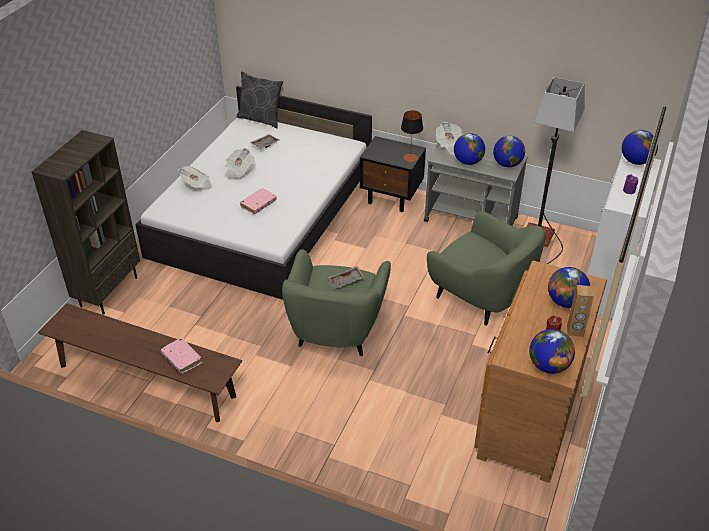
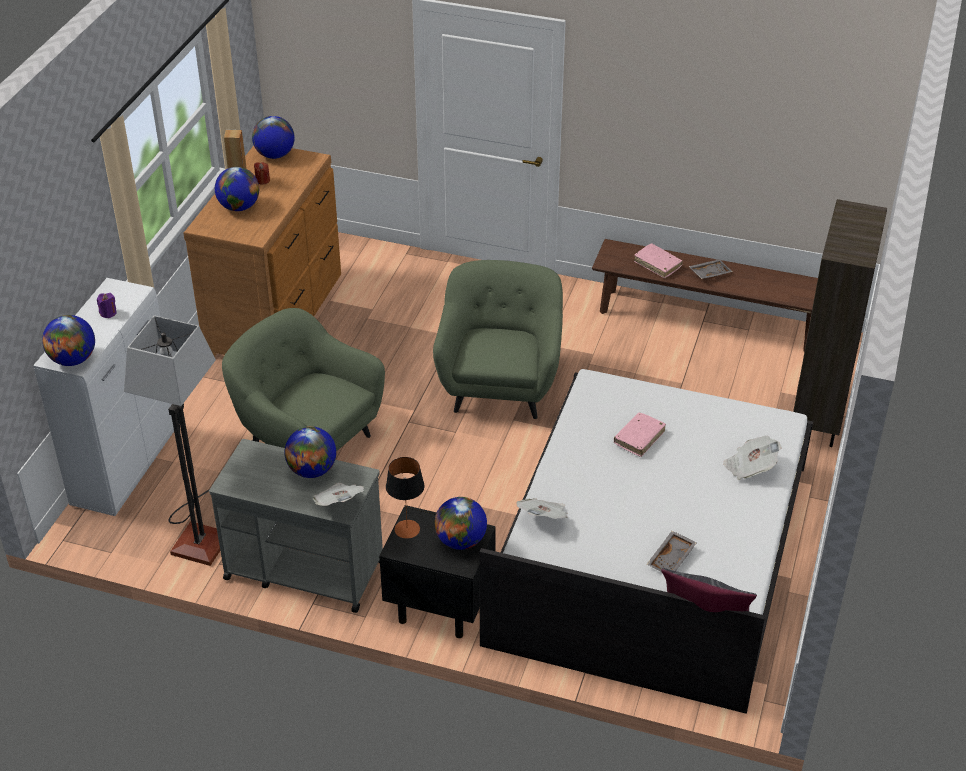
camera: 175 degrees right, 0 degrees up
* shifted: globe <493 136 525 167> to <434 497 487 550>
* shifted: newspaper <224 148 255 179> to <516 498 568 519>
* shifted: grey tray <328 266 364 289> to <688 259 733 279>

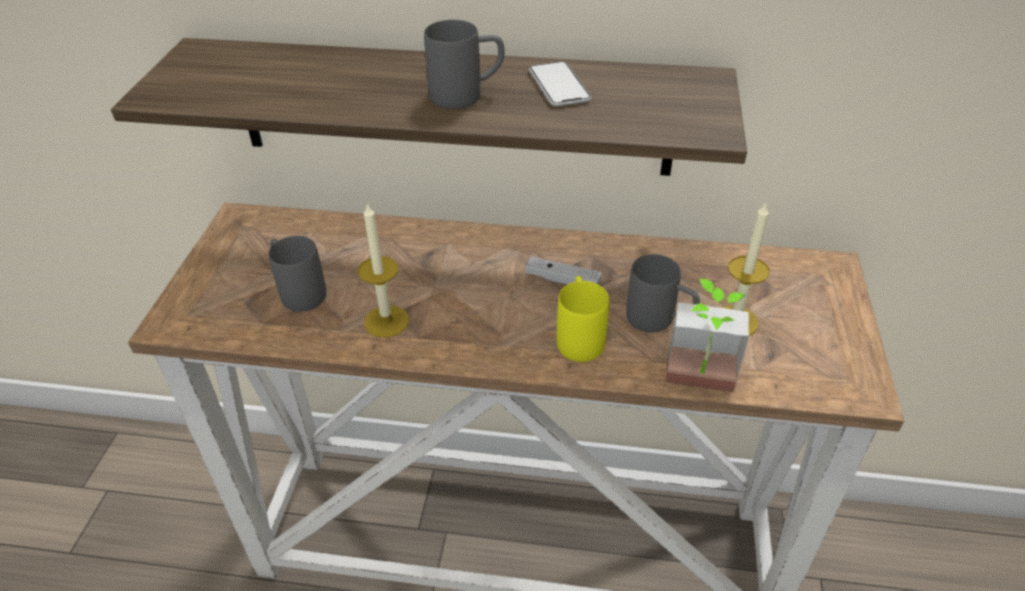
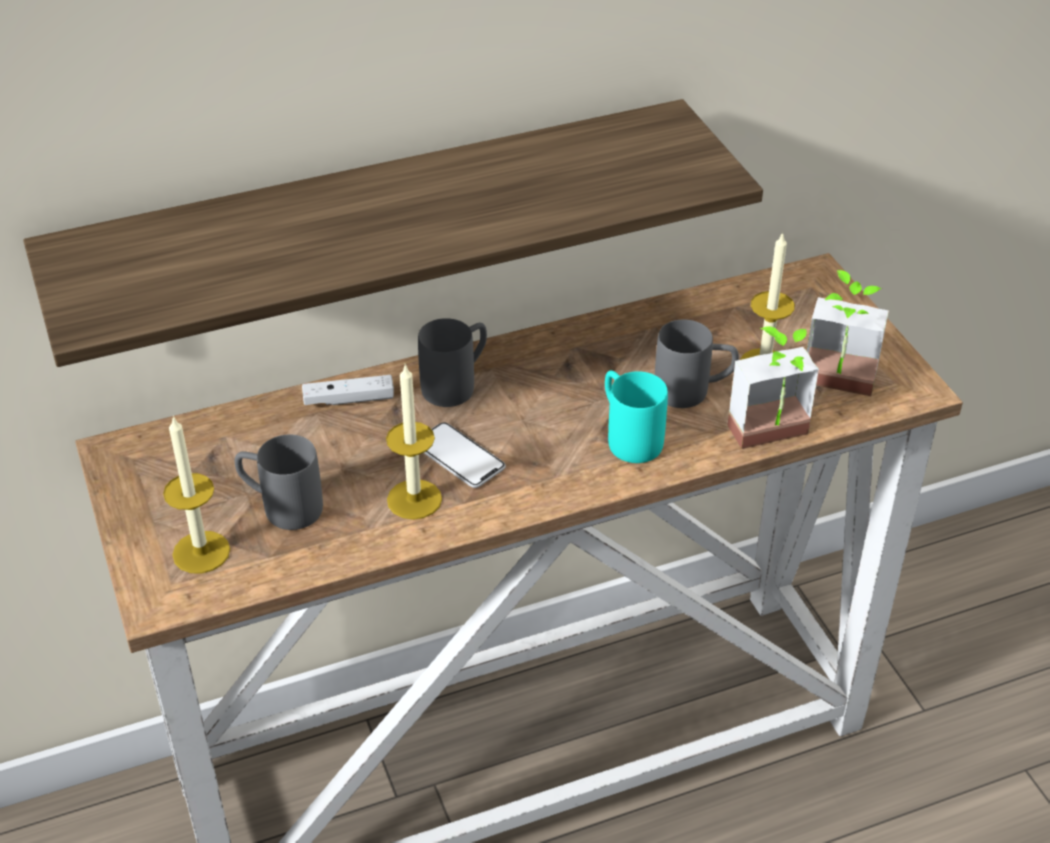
camera: 30 degrees left, 0 degrees up
* shifted: grey mug <424 20 505 109> to <418 318 487 407>
* shifted: phone <529 61 592 106> to <424 422 506 488>
* shifted: white game controller <526 256 602 285> to <302 375 394 405>
* repainted: yellow mug <557 276 609 362> to turquoise mug <605 370 668 463>
* new: potted plant <807 270 889 396>
* new: candle <163 415 230 574>

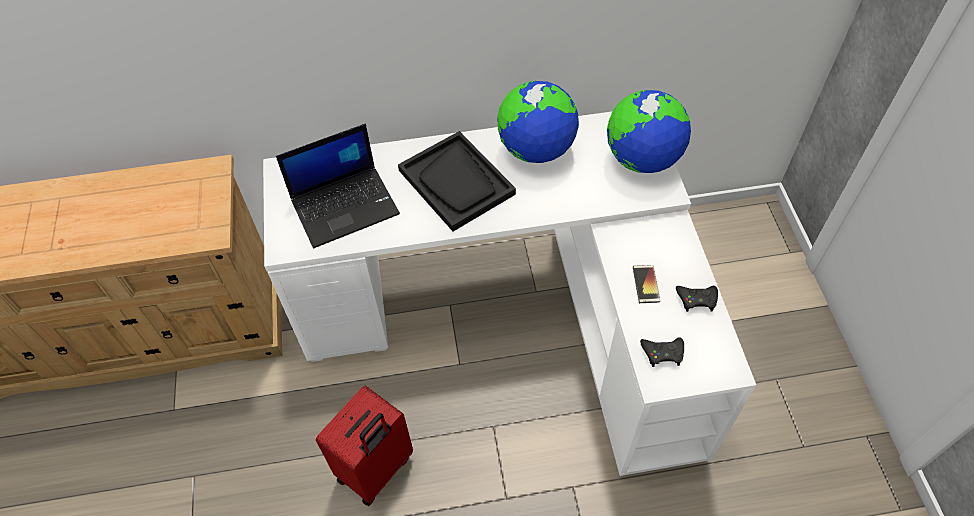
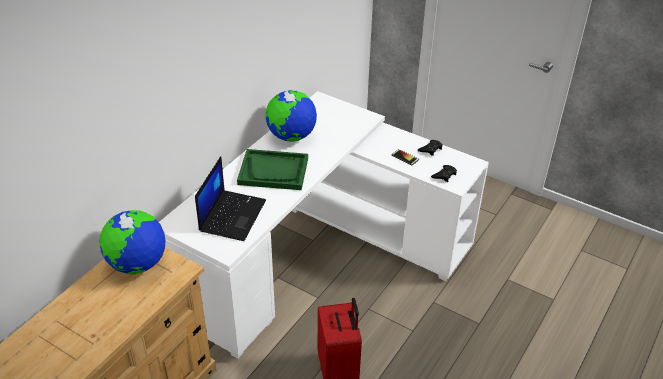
camera: 50 degrees left, 15 degrees down
* shifted: globe <607 90 691 173> to <99 210 166 274>
* repainted: black tray <398 131 516 231> to green tray <237 149 308 190>

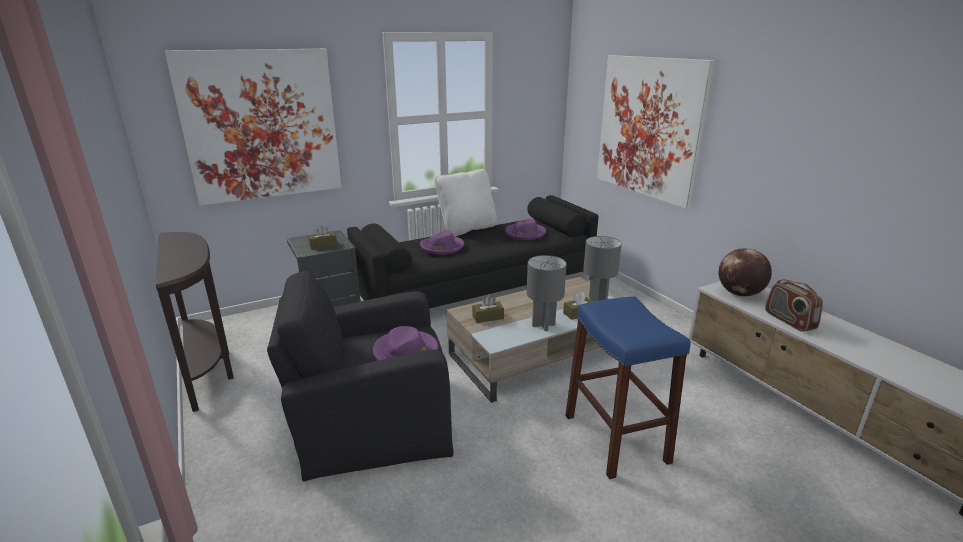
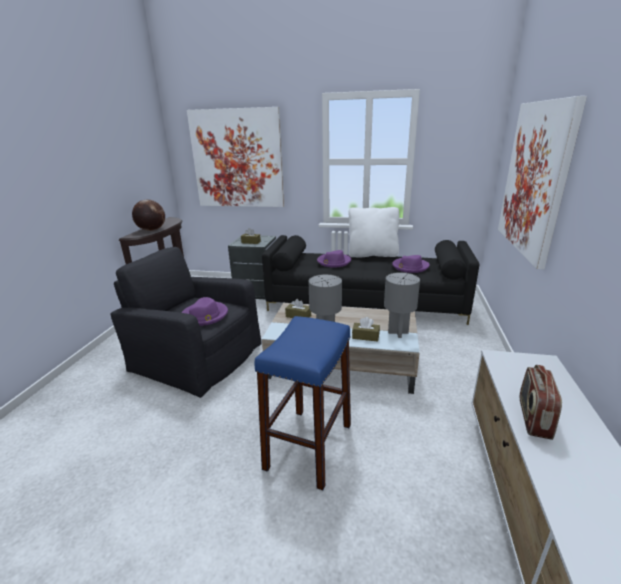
camera: 40 degrees right, 0 degrees up
* shifted: globe <718 248 772 297> to <132 200 165 231>

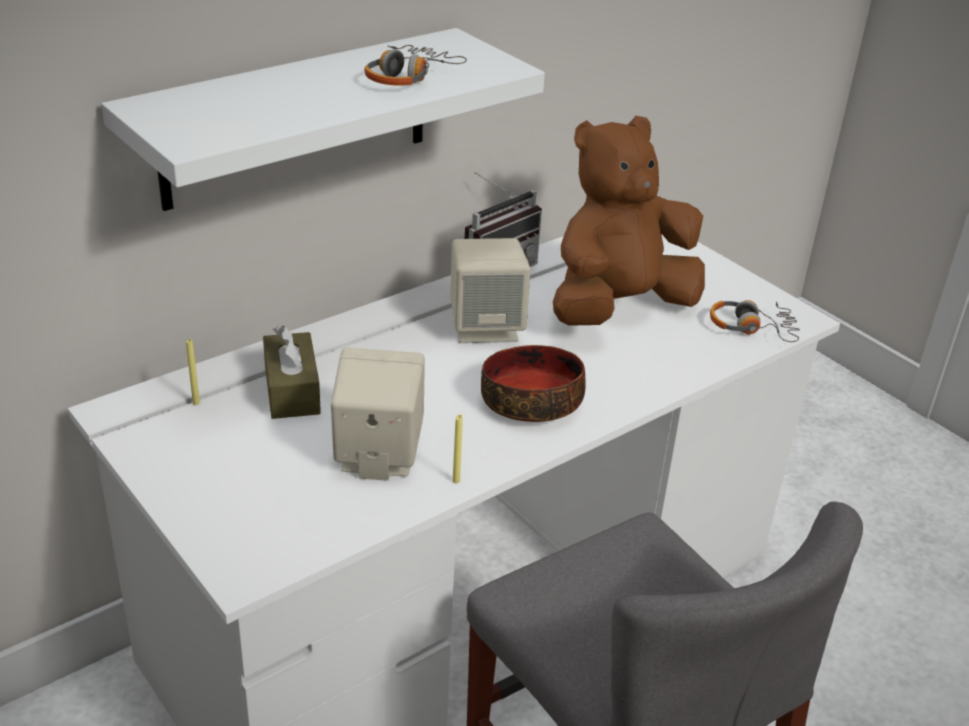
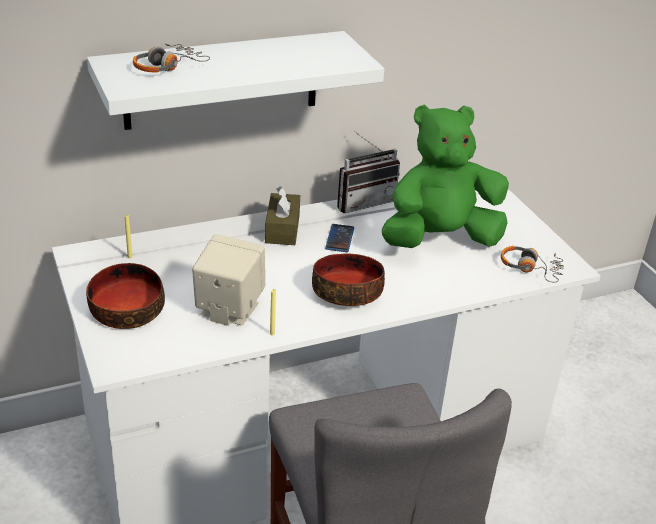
camera: 15 degrees right, 0 degrees up
* shifted: headphones <364 45 467 86> to <133 43 210 72>
* repainted: brown plush toy <553 116 705 326> to green plush toy <382 104 509 248>
* swapped: beige speaker <450 238 530 343> to phone <325 224 354 252>
* shifted: brown tissue box <263 325 321 419> to <265 187 300 245>
* new: bowl <86 263 165 329>

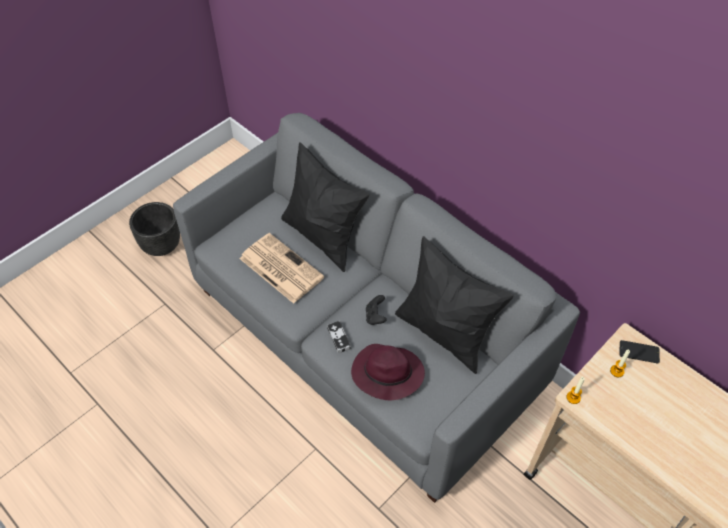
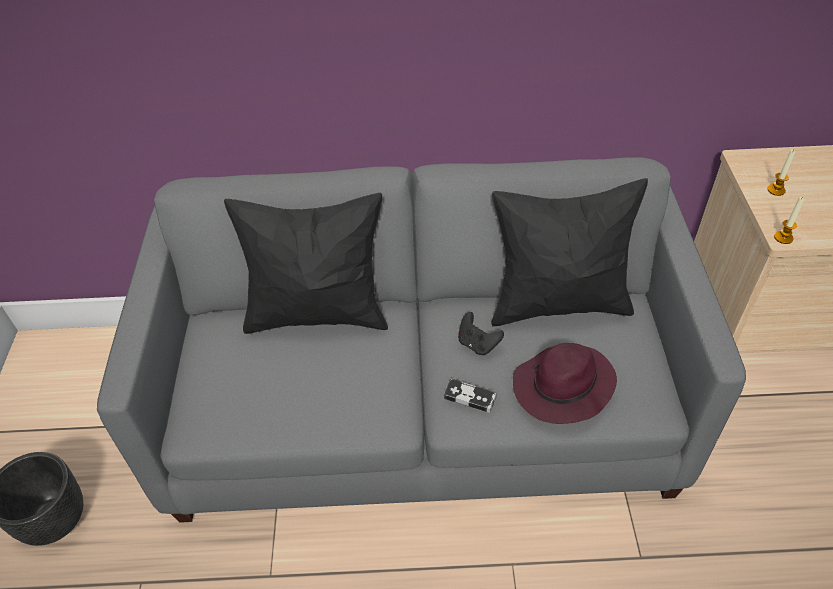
camera: 45 degrees left, 5 degrees down
* gone: newspaper <239 233 324 304>
* gone: phone <619 340 660 363>

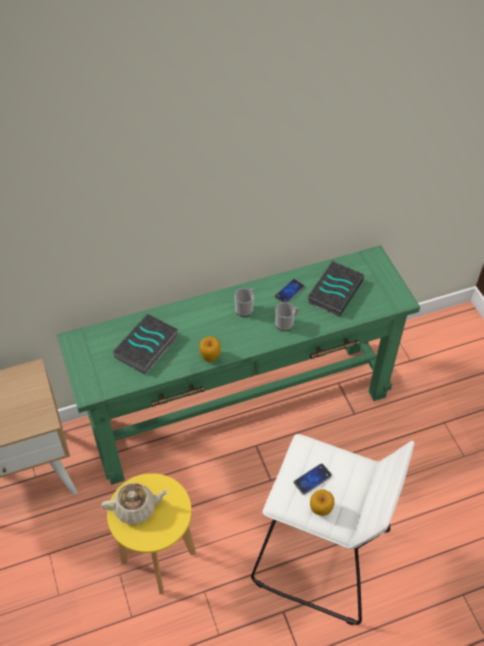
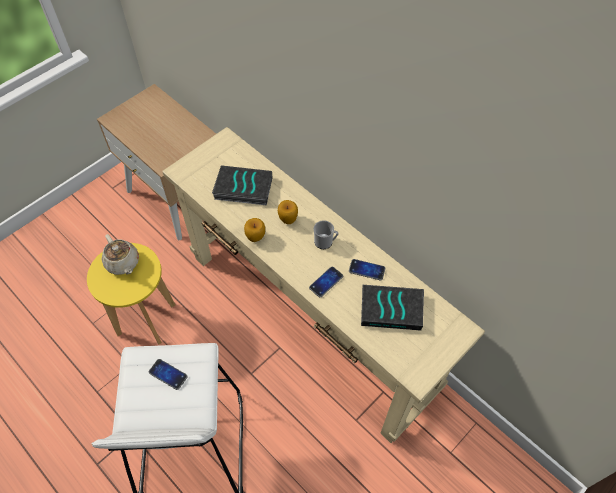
camera: 65 degrees right, 5 degrees up
* repainted: green console table <57 245 420 485> to beige console table <162 127 485 443>
* swapped: mug <275 302 299 331> to phone <309 267 343 297>
* shifted: apple <310 489 335 516> to <278 200 298 224>

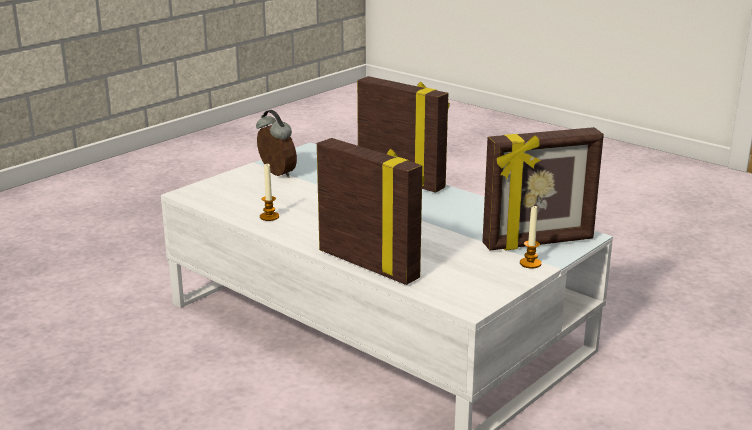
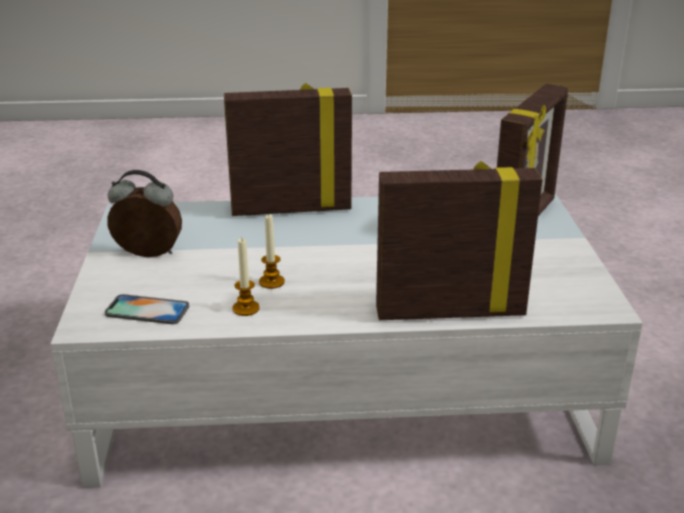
camera: 45 degrees left, 5 degrees up
* shifted: candle <520 205 542 269> to <259 214 285 289>
* new: phone <105 294 189 324>

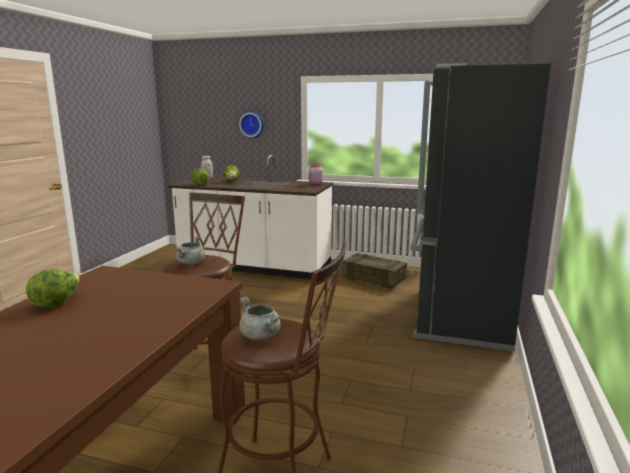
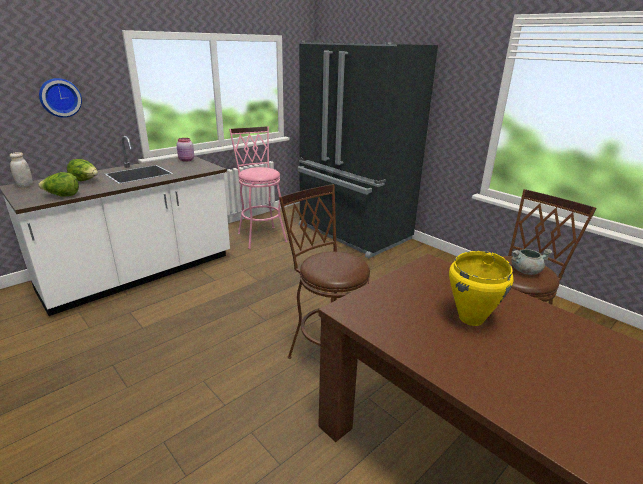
camera: 60 degrees left, 10 degrees up
* gone: grey cooking pot <175 236 205 265>
* swapped: crate <342 253 407 289> to pink stool <229 126 287 249>
* gone: lettuce <26 270 80 308>
* new: yellow cooking pot <449 251 514 326>

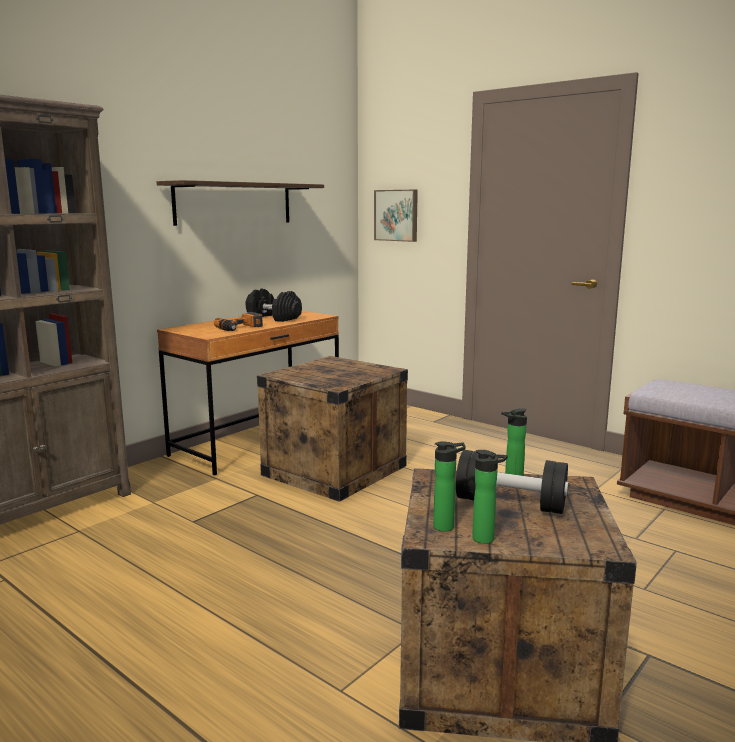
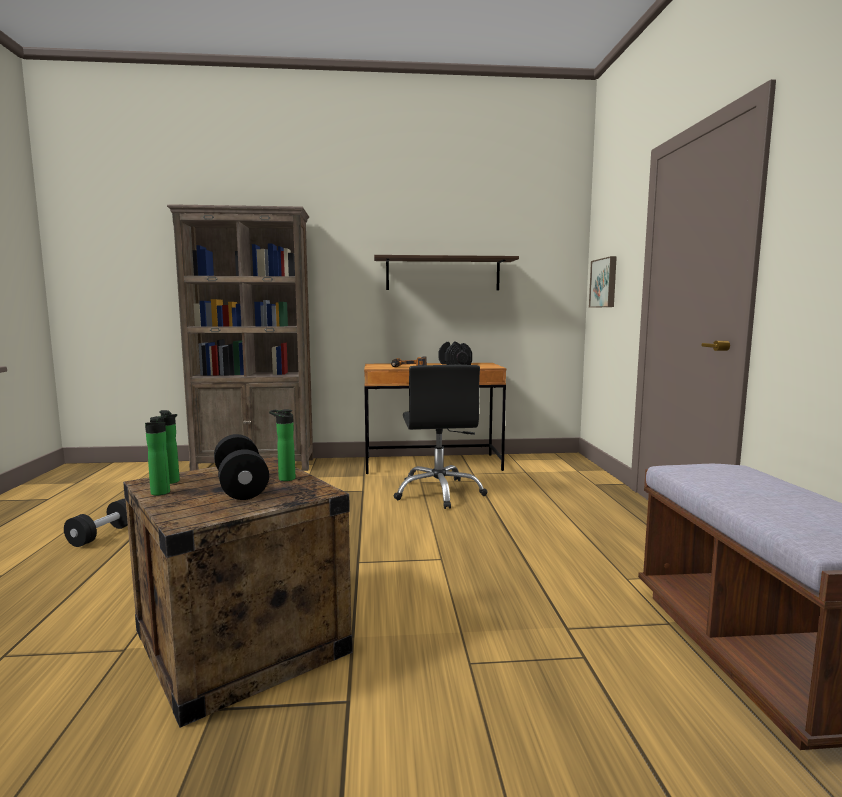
camera: 45 degrees right, 5 degrees down
* swapped: crate <257 356 408 502> to black office chair <394 365 488 509>
* new: black dumbbell <64 499 128 547>

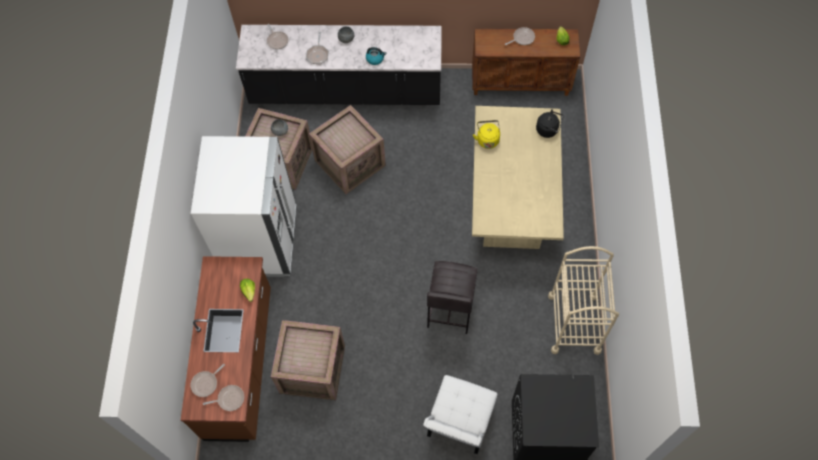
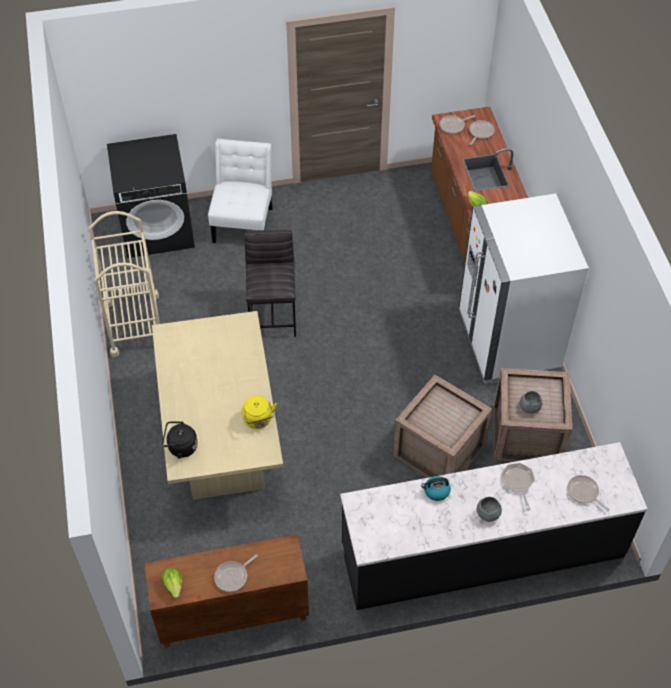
camera: 165 degrees right, 10 degrees down
* gone: crate <271 320 345 400>

